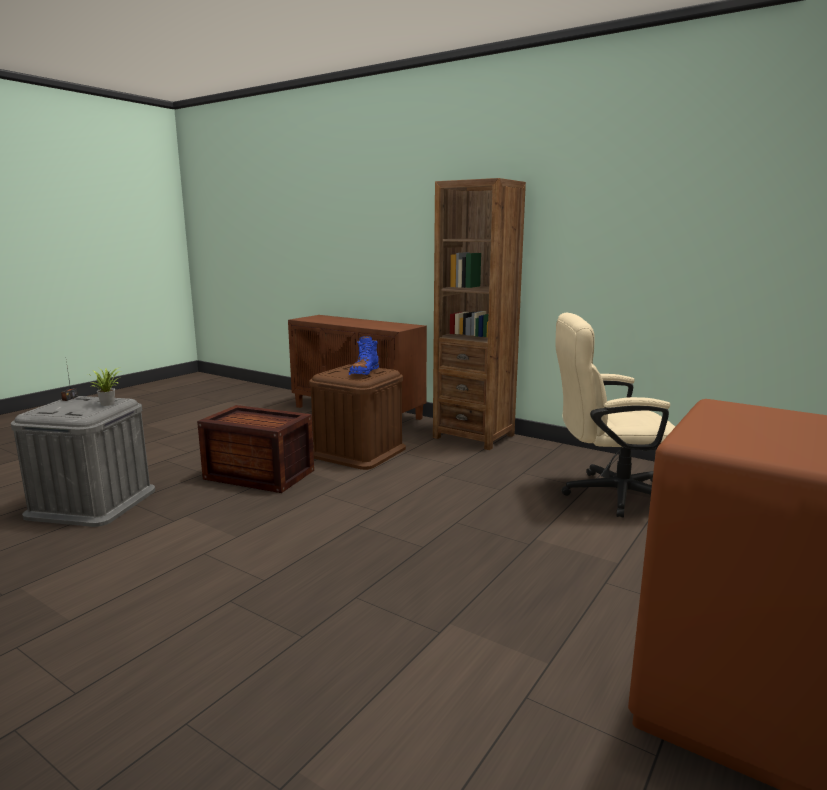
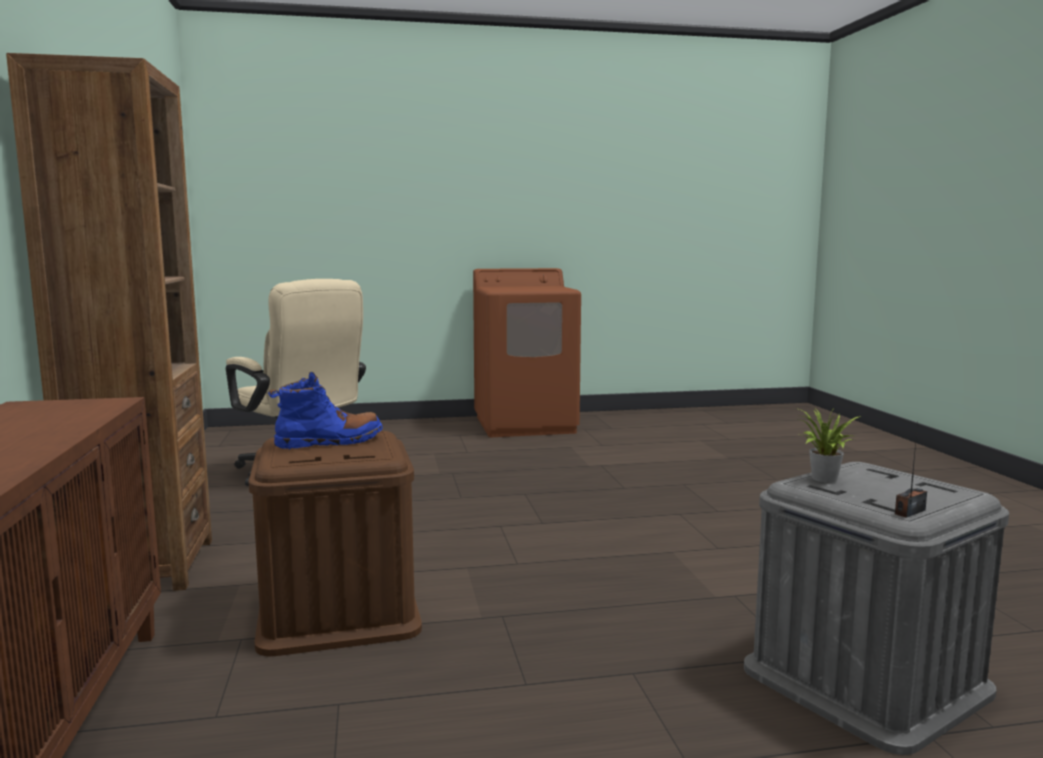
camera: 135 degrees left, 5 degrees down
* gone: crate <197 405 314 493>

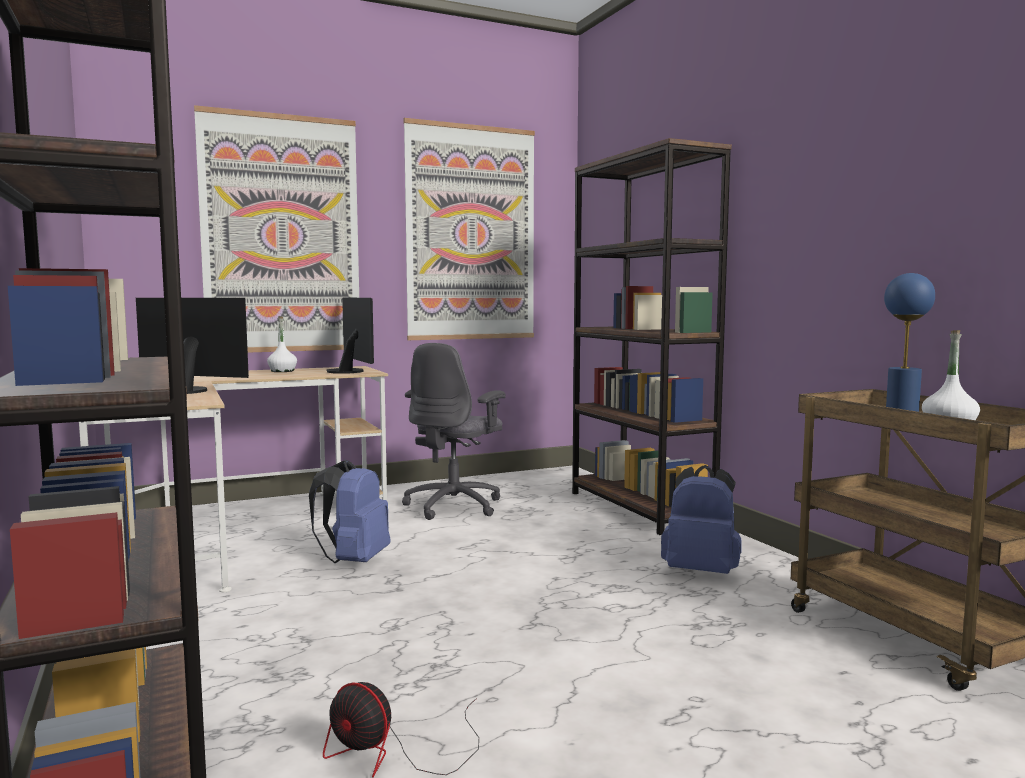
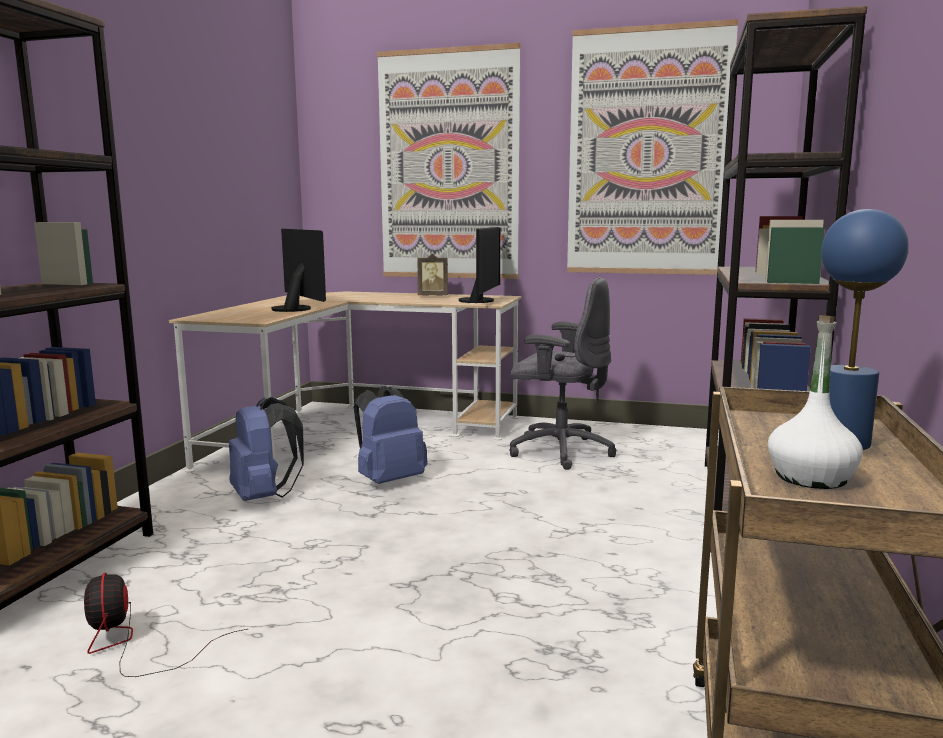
camera: 40 degrees right, 5 degrees up
* swapped: white bottle <267 316 297 372> to picture frame <417 253 448 296>
* rotated: grey office chair <402 343 506 520> = <510 277 617 470> 135 degrees counterclockwise
* shifted: blue backpack <661 465 741 574> to <229 397 304 501>

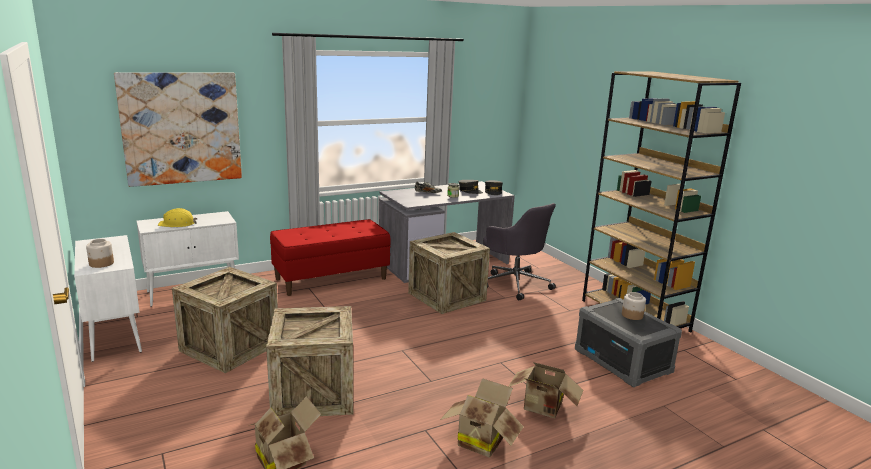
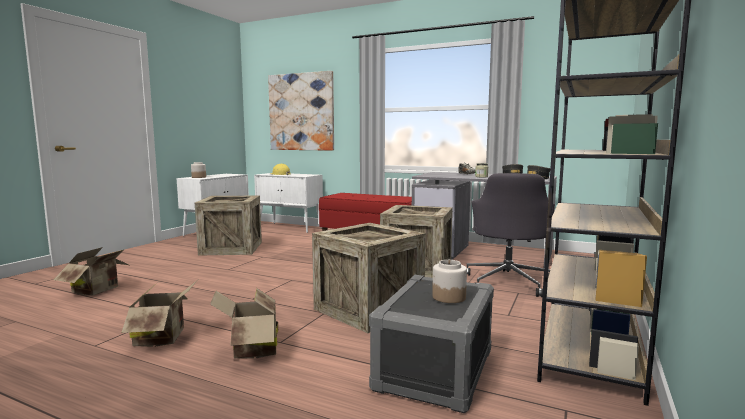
camera: 55 degrees right, 10 degrees down
* shifted: crate <266 306 353 416> to <312 223 426 333>

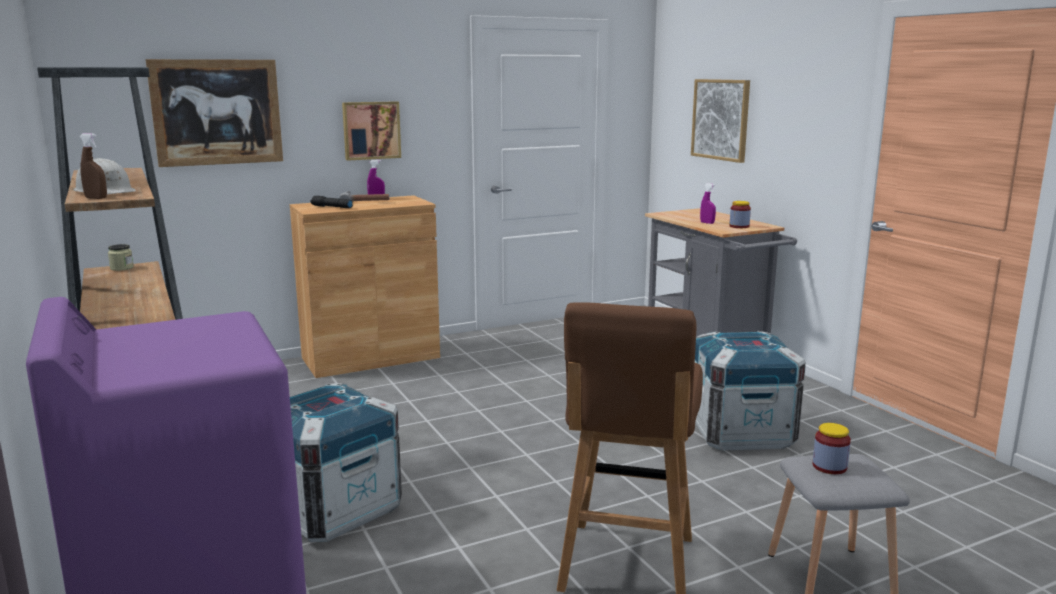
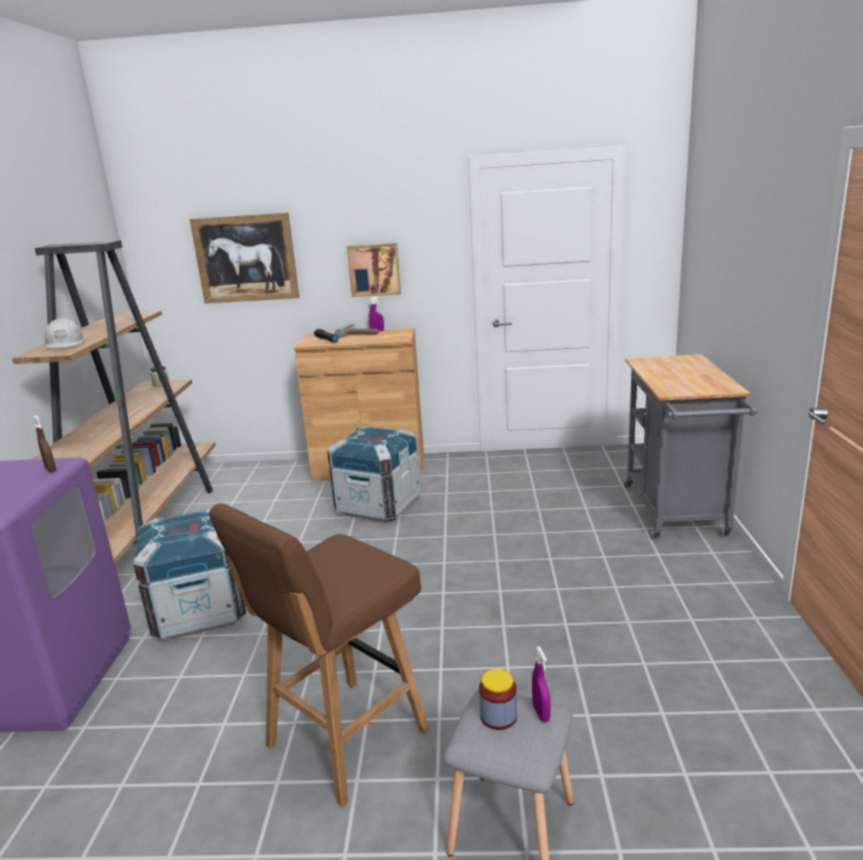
camera: 30 degrees right, 5 degrees up
* gone: picture <691 79 750 163>
* shifted: brown spray bottle <79 133 107 199> to <33 415 56 472>
* shifted: purple spray bottle <700 183 716 224> to <532 646 551 722>
* gone: jar <729 201 751 228>
* shifted: crate <695 331 806 451> to <327 426 421 522>

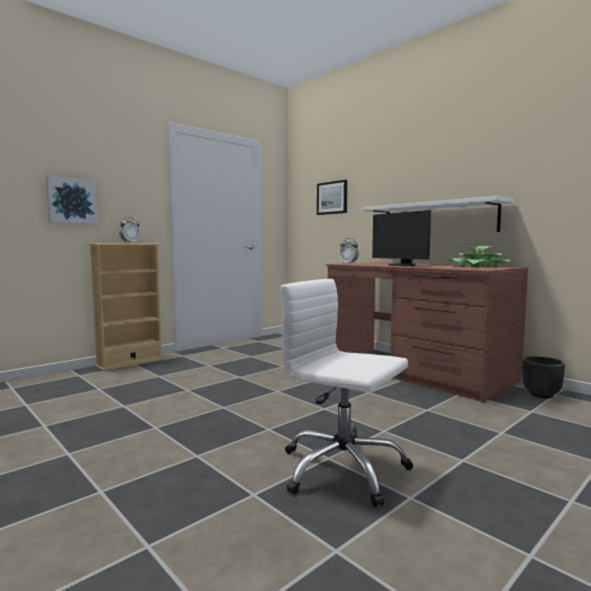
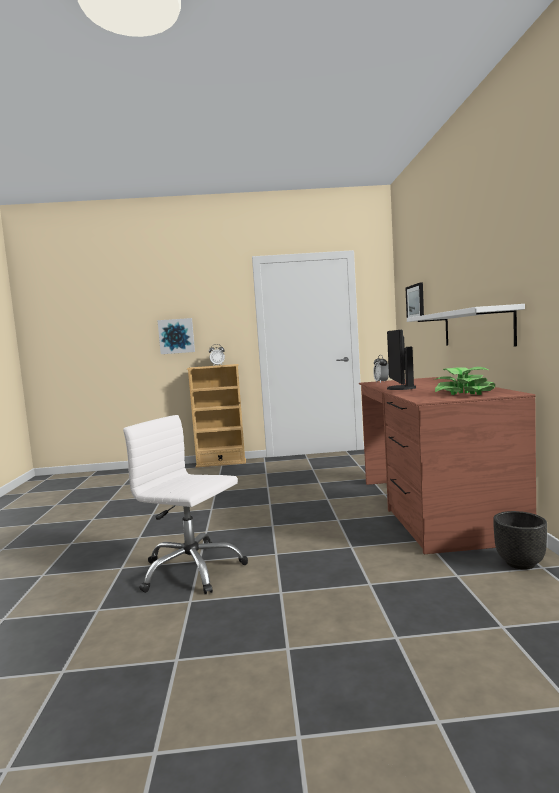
camera: 40 degrees right, 0 degrees up
* rotated: white office chair <281 279 413 507> = <123 415 248 594> 45 degrees counterclockwise

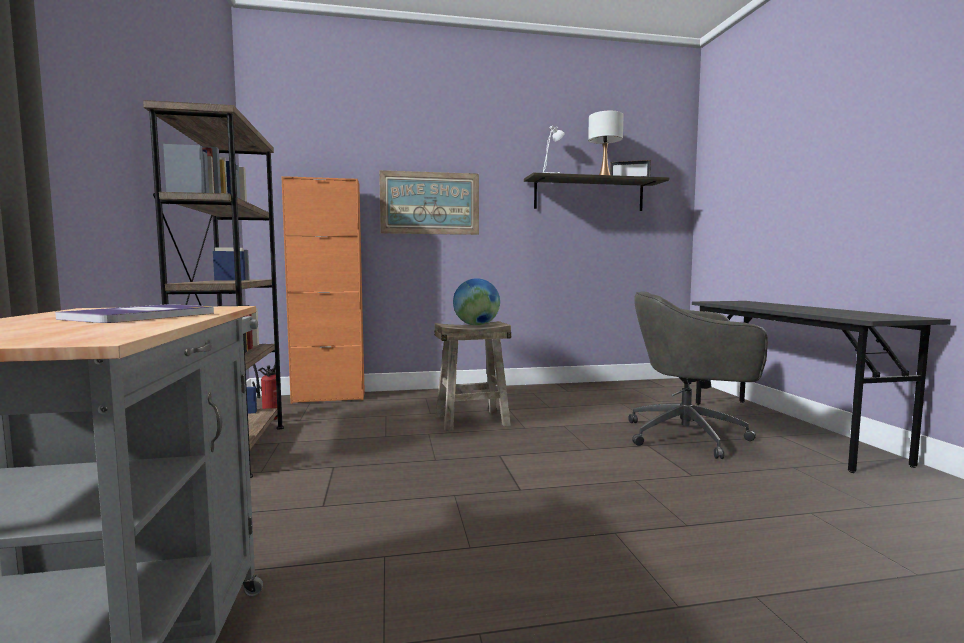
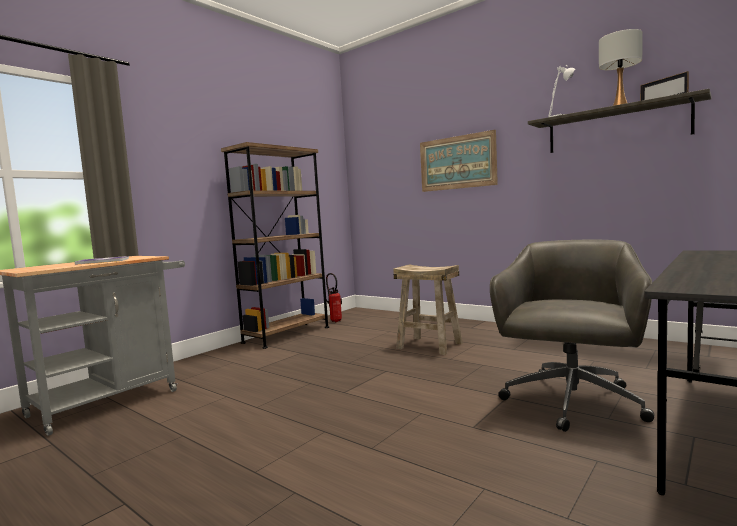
camera: 50 degrees right, 0 degrees up
* gone: orange cabinet <281 176 365 404>
* gone: globe <453 278 500 326>
* rotated: grey office chair <628 292 768 459> = <490 239 654 432> 60 degrees clockwise

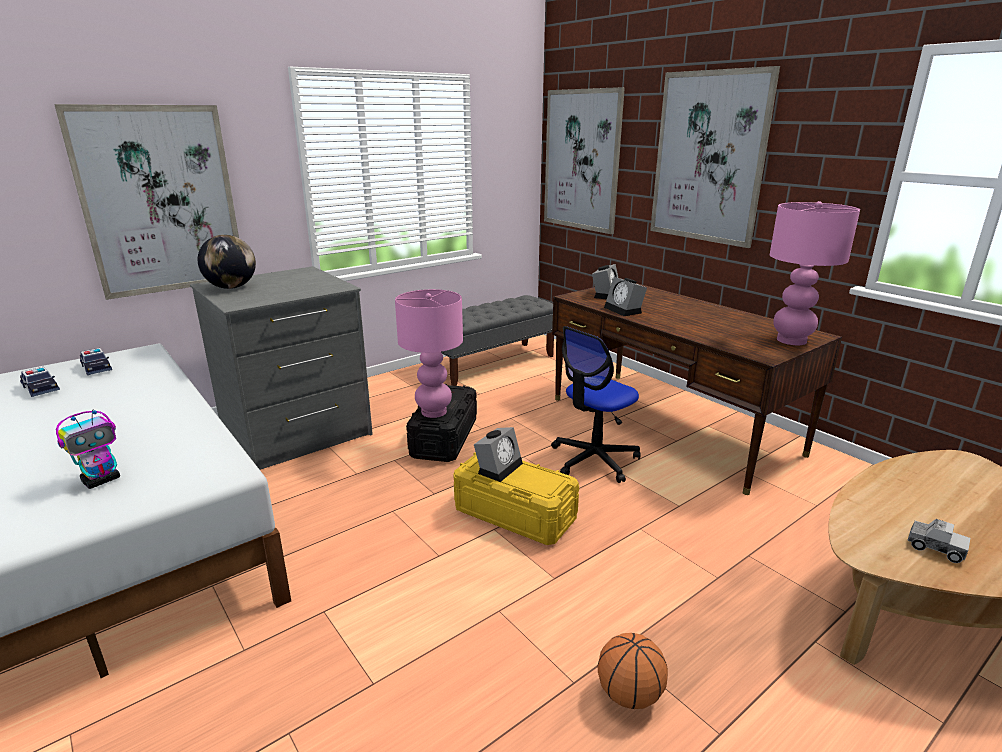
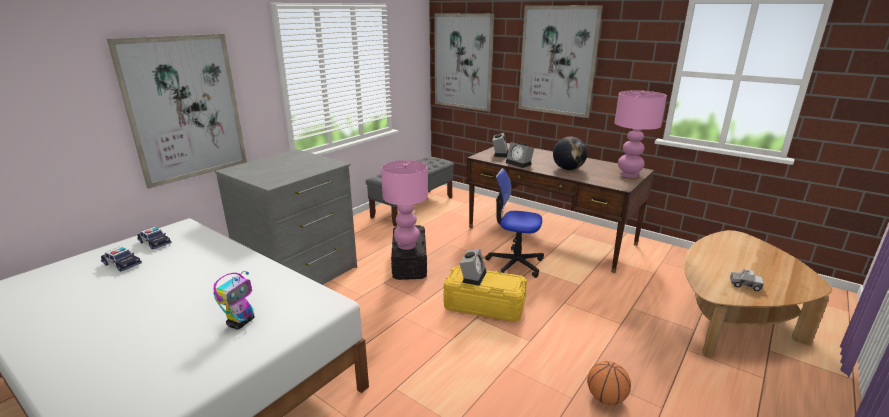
camera: 15 degrees left, 0 degrees up
* shifted: globe <198 235 256 289> to <553 137 587 170>
* rotated: office chair <551 326 641 483> = <485 168 544 278> 75 degrees clockwise

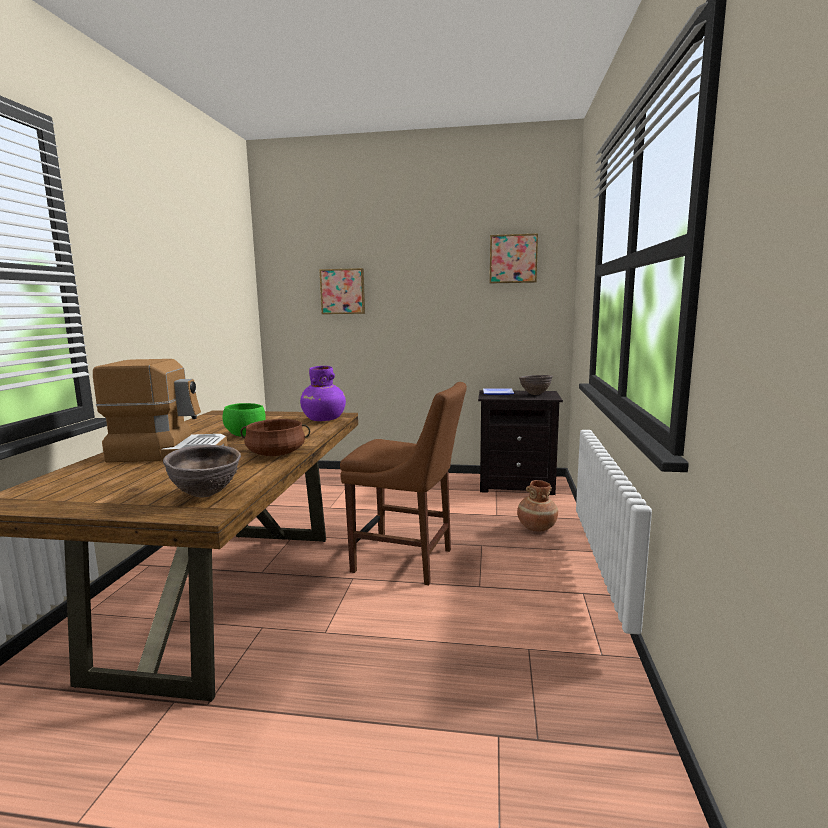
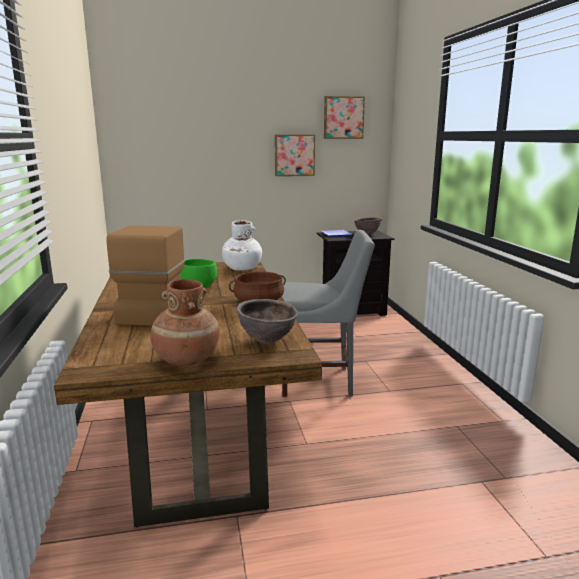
camera: 20 degrees left, 5 degrees up
* shifted: picture <319 268 365 314> to <275 134 315 176>
* rotated: coffee machine <93 359 227 463> = <106 226 185 326> 60 degrees counterclockwise
* repainted: purple vase <300 366 346 421> to white vase <222 220 262 271>
* repainted: brown chair <340 382 467 585> to grey chair <282 230 375 397>
* shifted: brown vase <517 480 558 531> to <150 279 220 366>

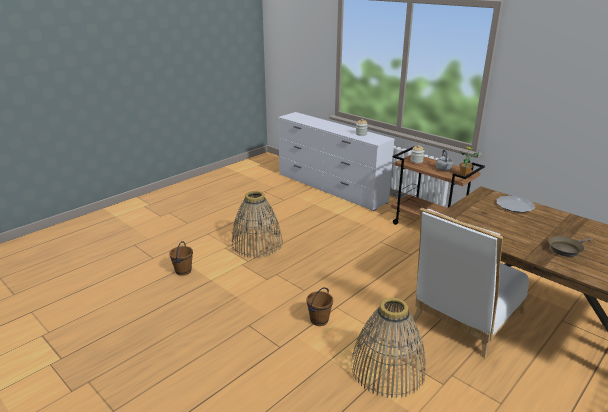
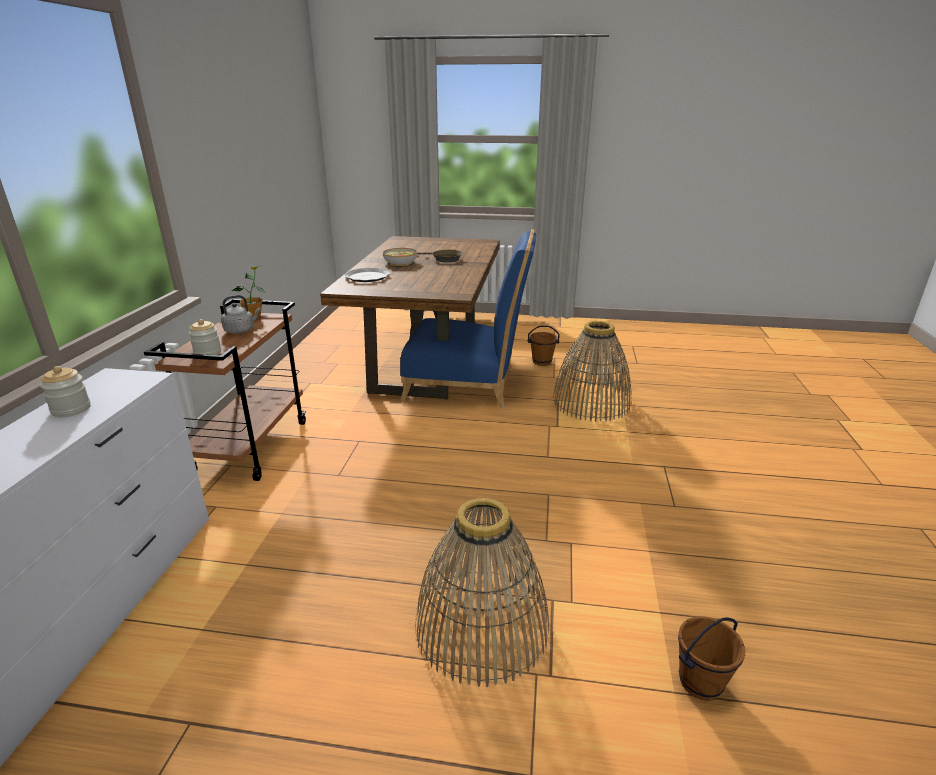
camera: 125 degrees left, 0 degrees up
* repainted: white chair <413 208 529 358> to blue chair <400 229 537 408>
* shifted: brown bucket <306 287 333 326> to <528 326 560 366>
* new: bowl <383 248 418 266>

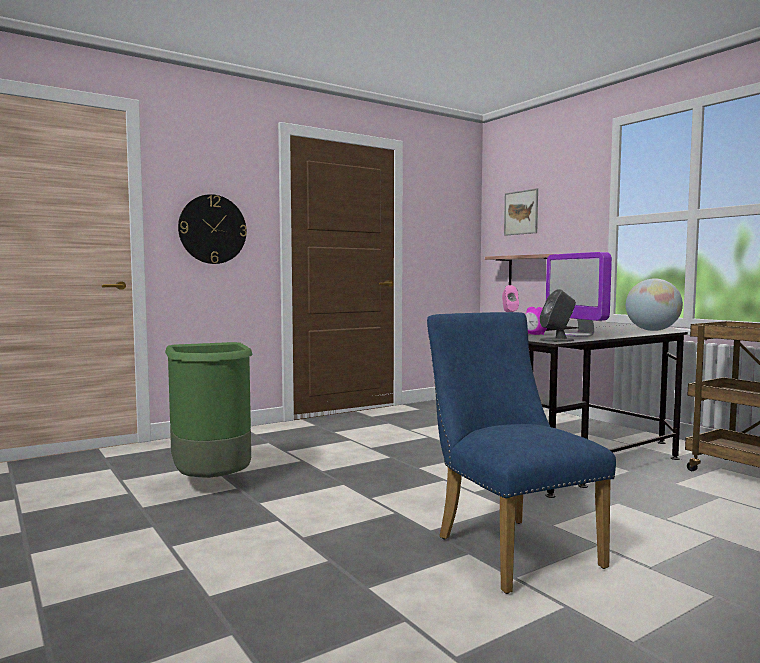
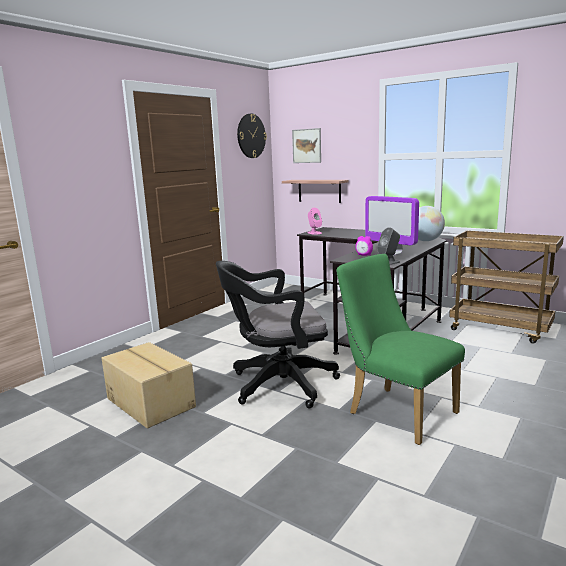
camera: 20 degrees left, 10 degrees up
* shifted: wall clock <178 194 247 264> to <237 113 267 158>
* repainted: blue chair <427 312 616 594> to green chair <336 254 465 445>
* swapped: green trash can <165 342 252 478> to cardboard box <102 342 196 428>
* new: black office chair <216 261 340 408>

